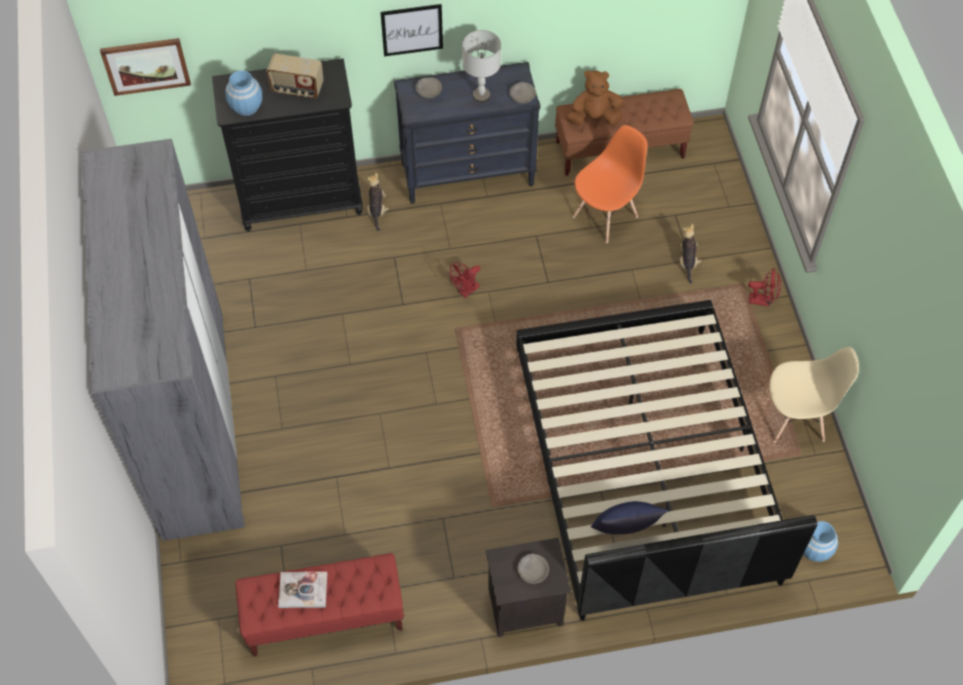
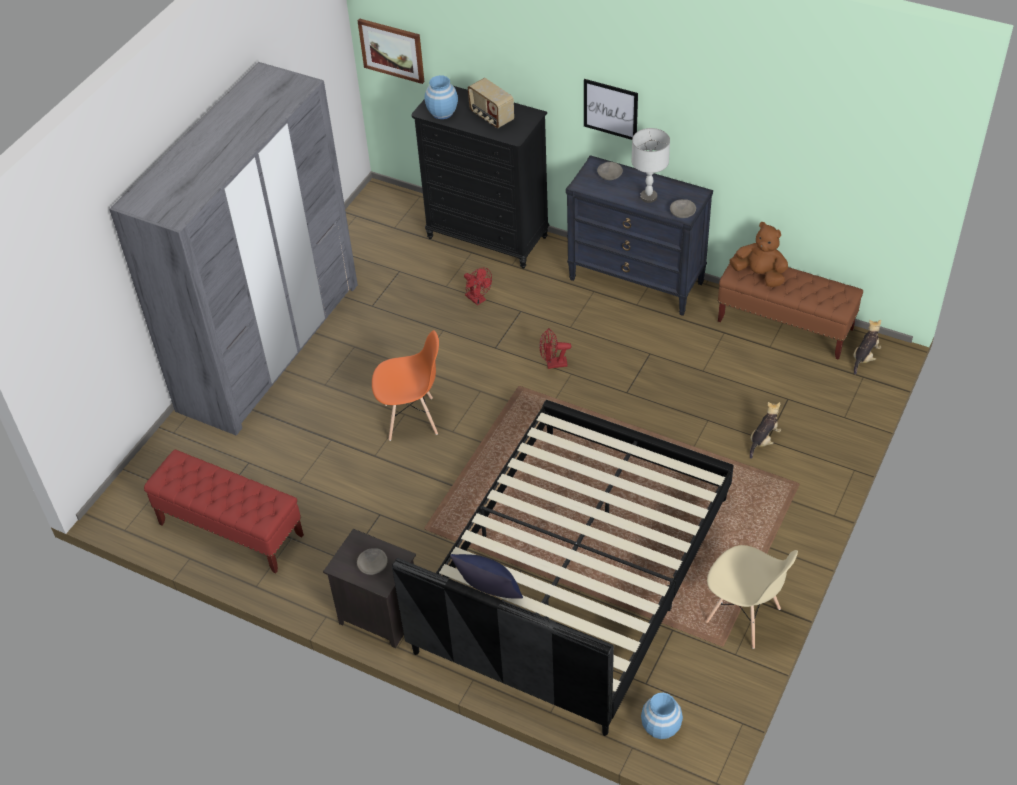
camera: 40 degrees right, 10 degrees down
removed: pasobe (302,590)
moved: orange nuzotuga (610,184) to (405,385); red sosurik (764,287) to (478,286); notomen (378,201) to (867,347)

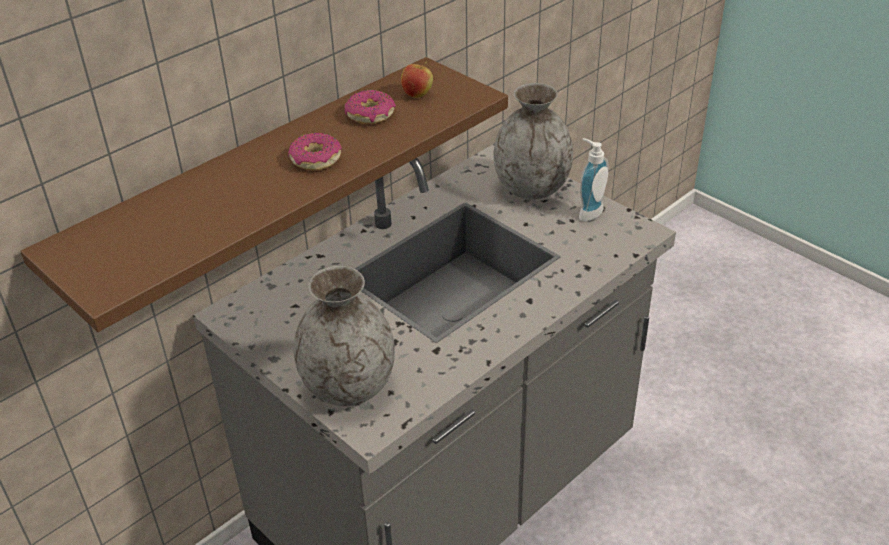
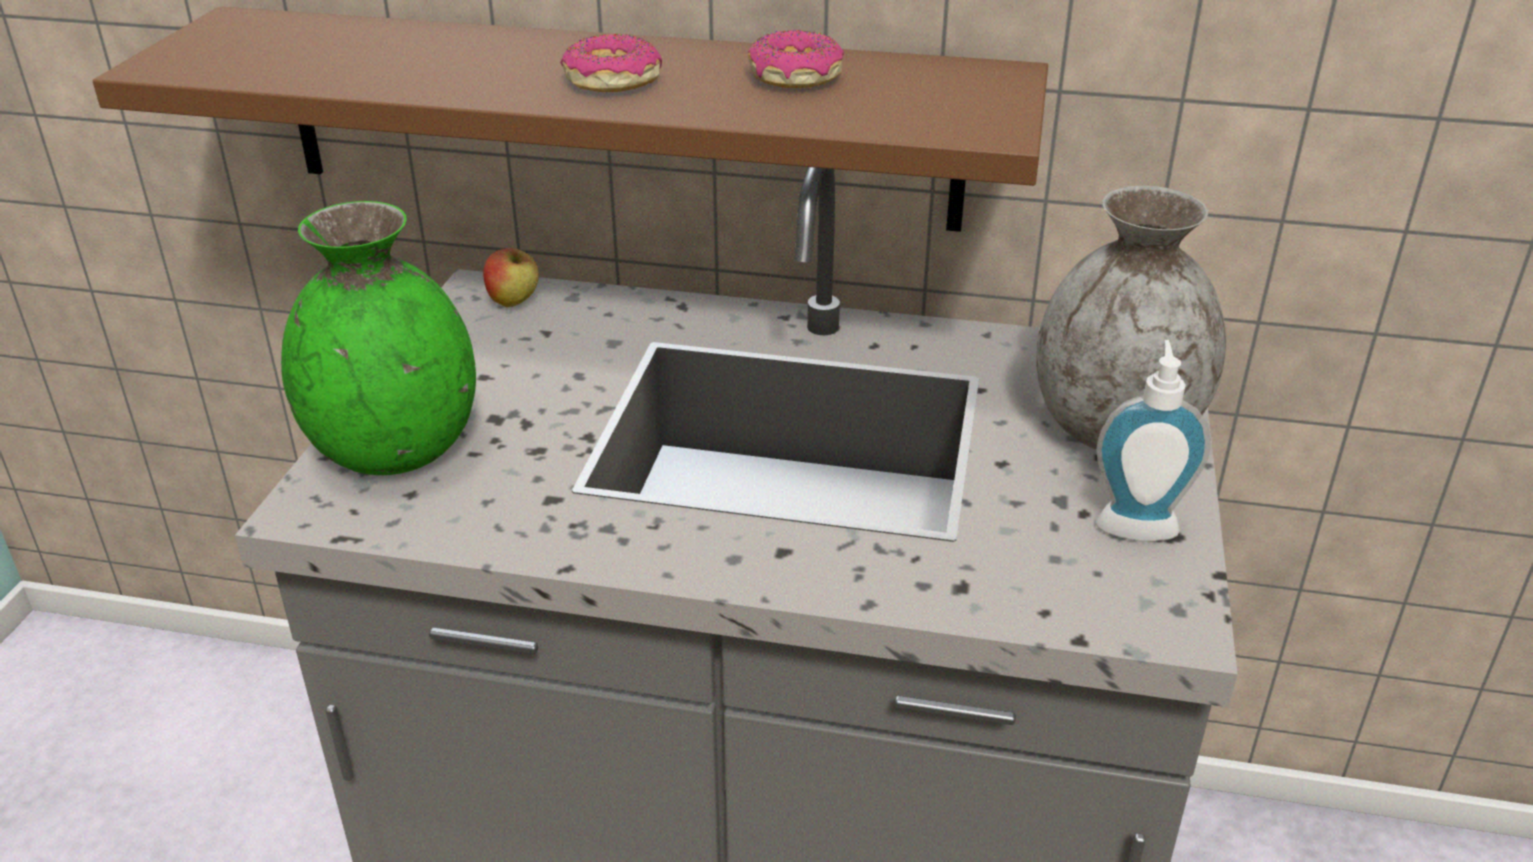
camera: 55 degrees right, 5 degrees down
moved: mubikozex (417,80) to (511,277)
recoloured: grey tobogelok (344,336) to green tobogelok (378,338)

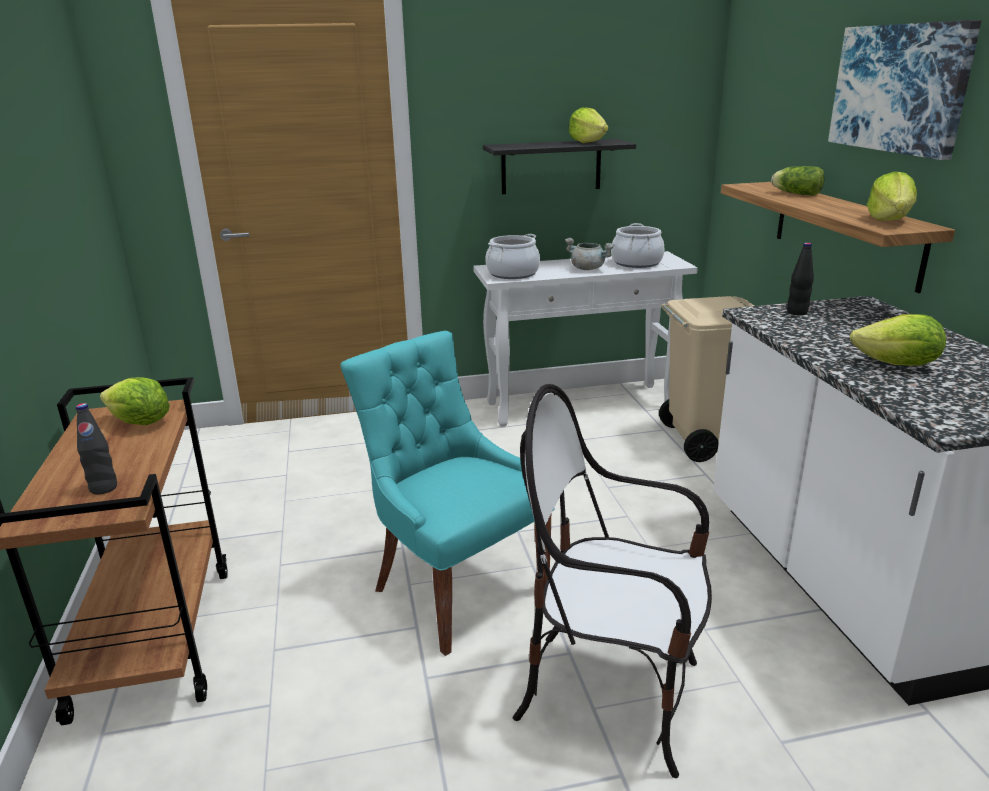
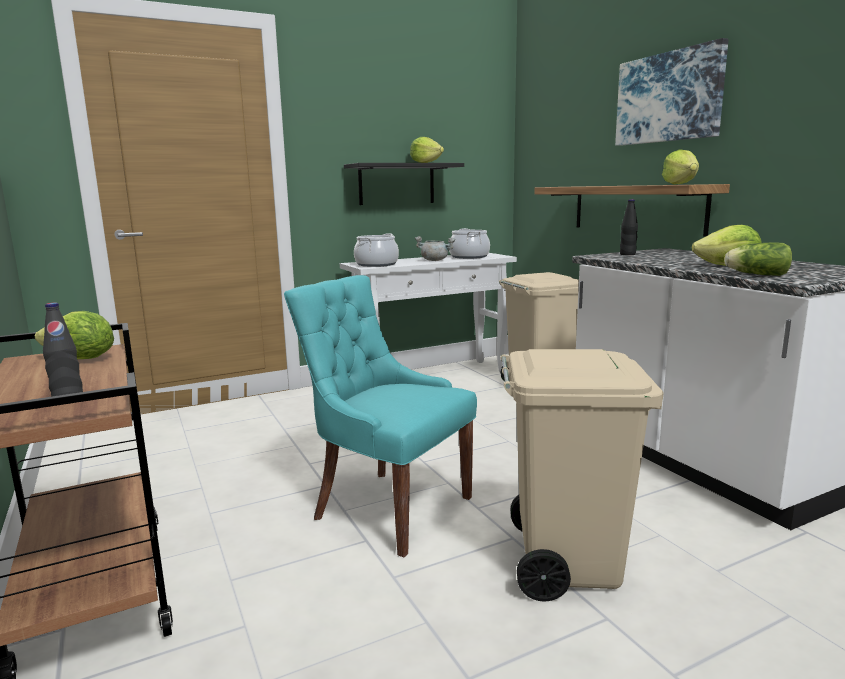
camera: 15 degrees left, 10 degrees down
moved: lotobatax (798,181) to (758,259)
replaced: nuzotuga (612,581) to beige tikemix (582,475)

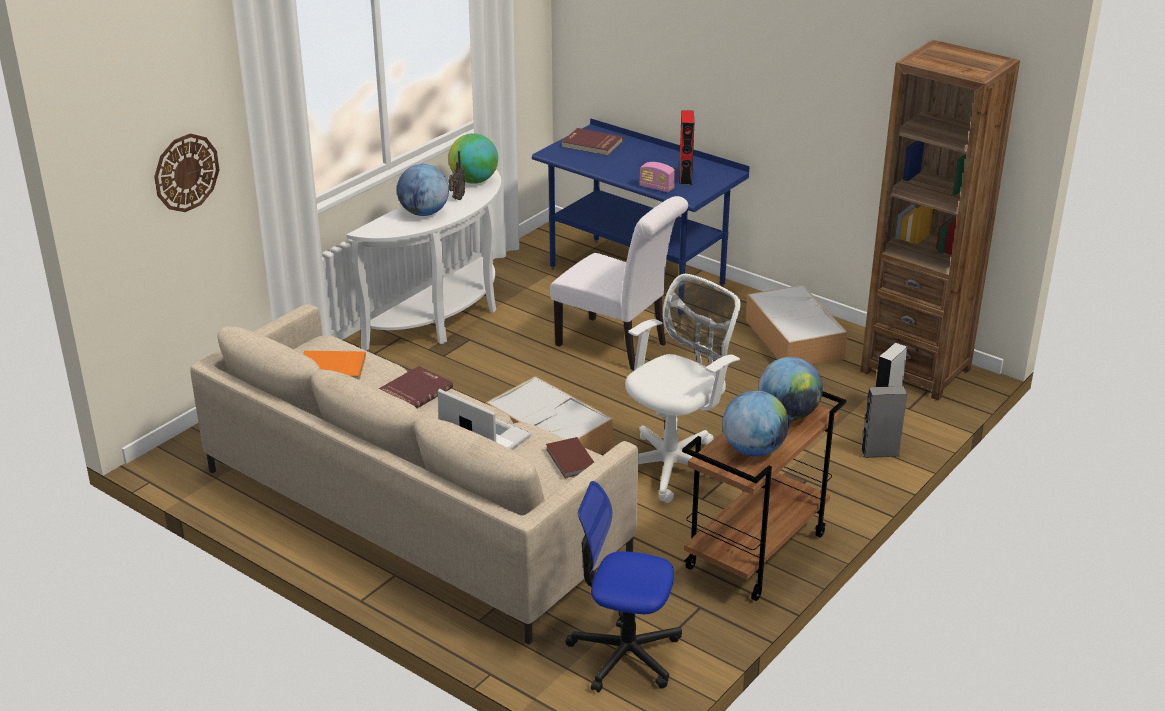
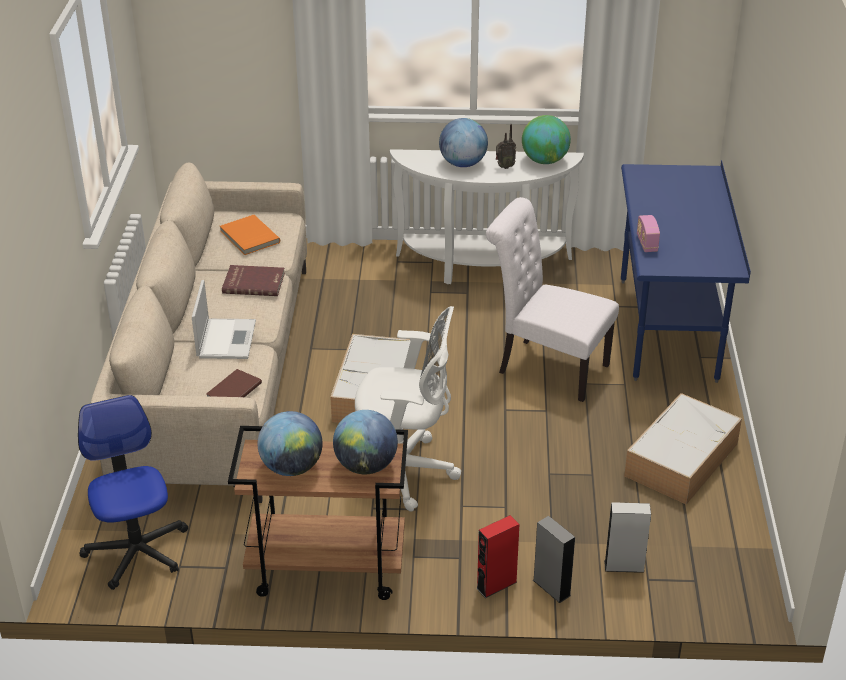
camera: 55 degrees right, 5 degrees up
removed: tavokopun (186,172); red pasobe (592,142); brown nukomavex (940,220)
moved: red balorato (686,147) to (497,556)
turned: white nuzotuga (619,283) = (552,299) 120 degrees clockwise

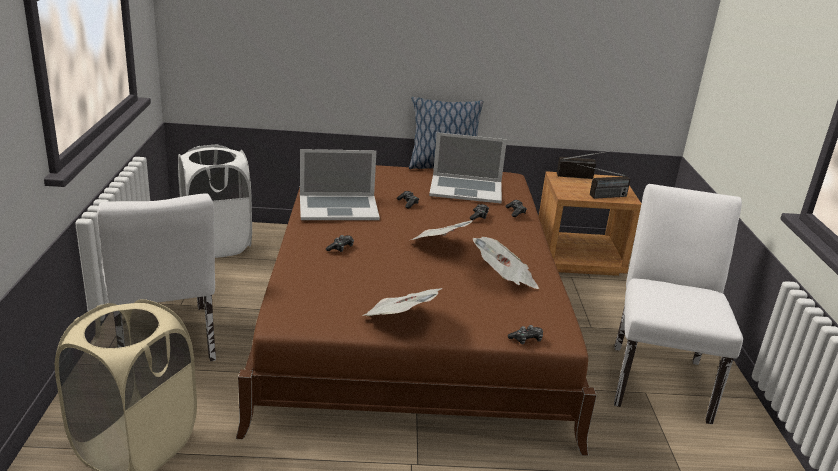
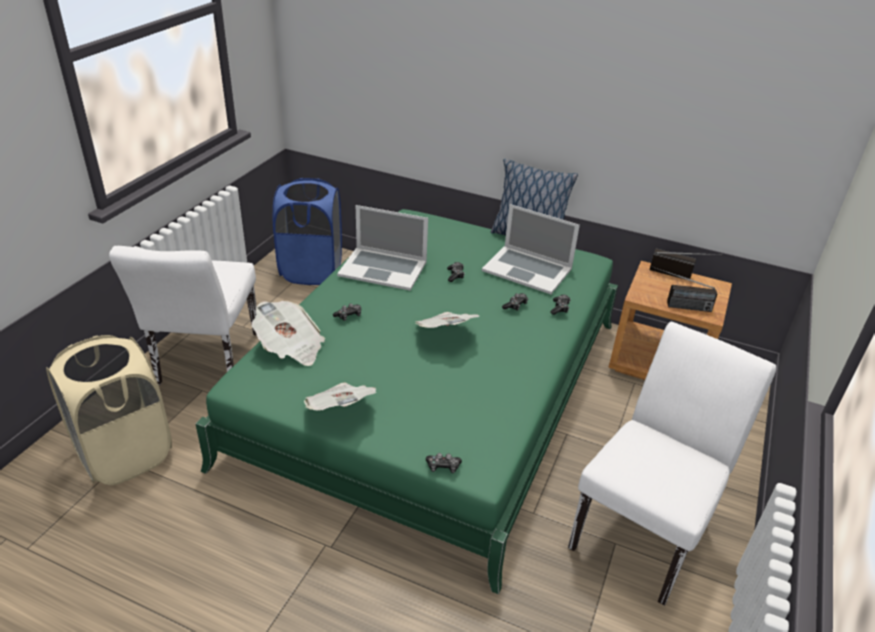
camera: 25 degrees right, 10 degrees up
moved: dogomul (506,263) to (288,333)
recoloured: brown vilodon (416,310) to green vilodon (407,401); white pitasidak (215,201) to blue pitasidak (307,231)

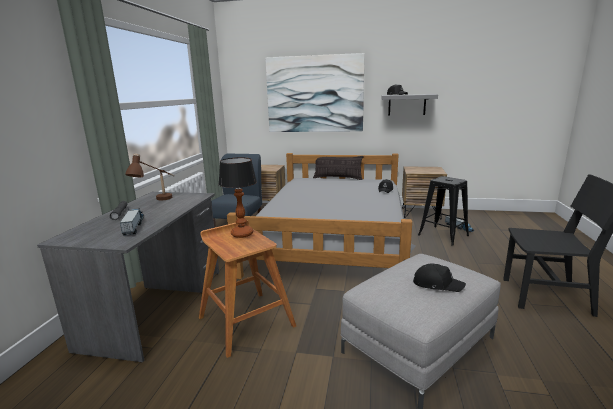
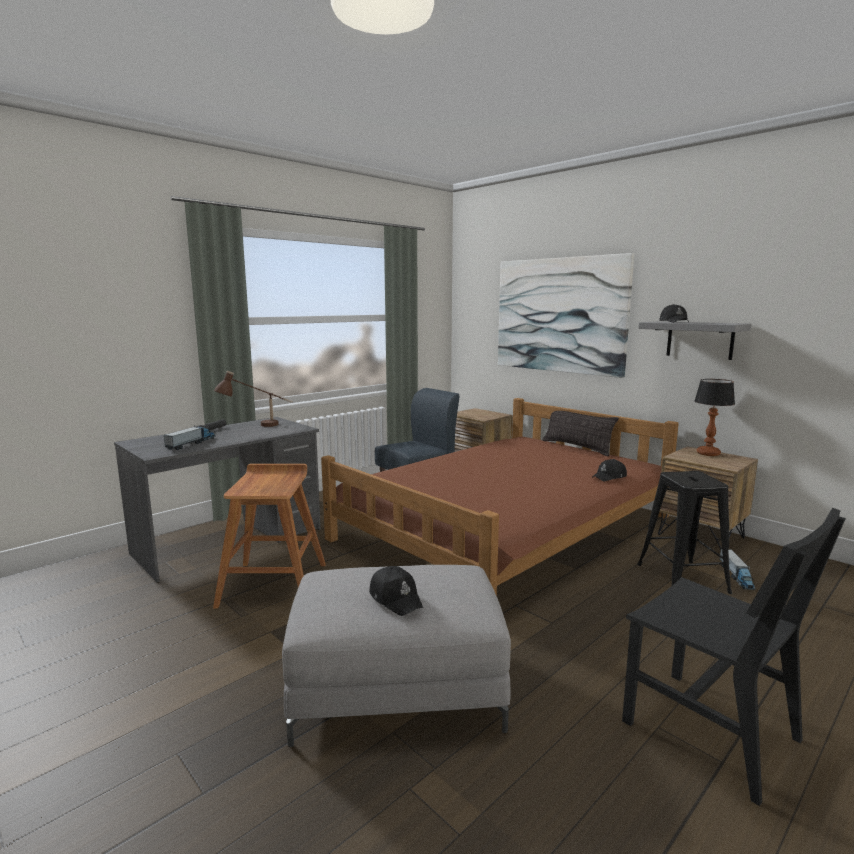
camera: 35 degrees right, 5 degrees down
moved: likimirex (237,197) to (714,417)
recoloured: grey vilodon (321,216) to brown vilodon (500,497)

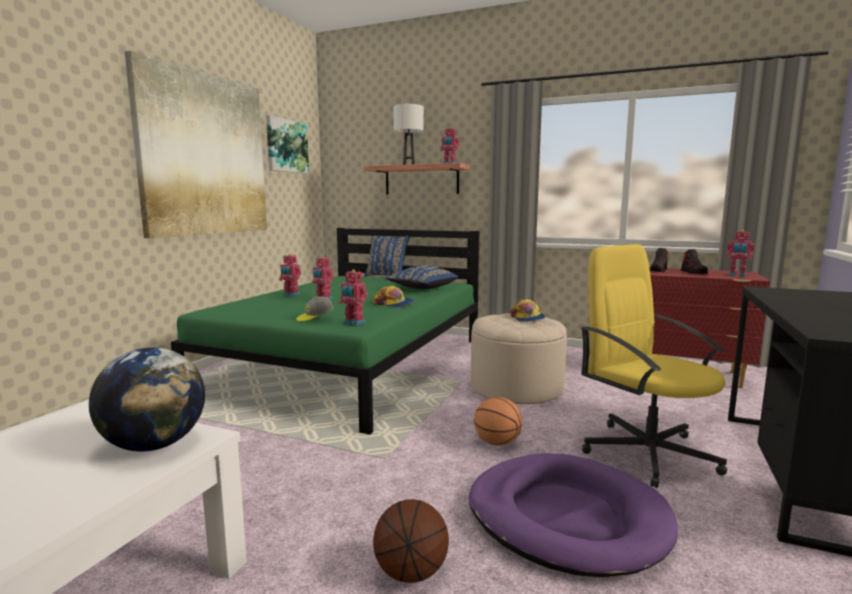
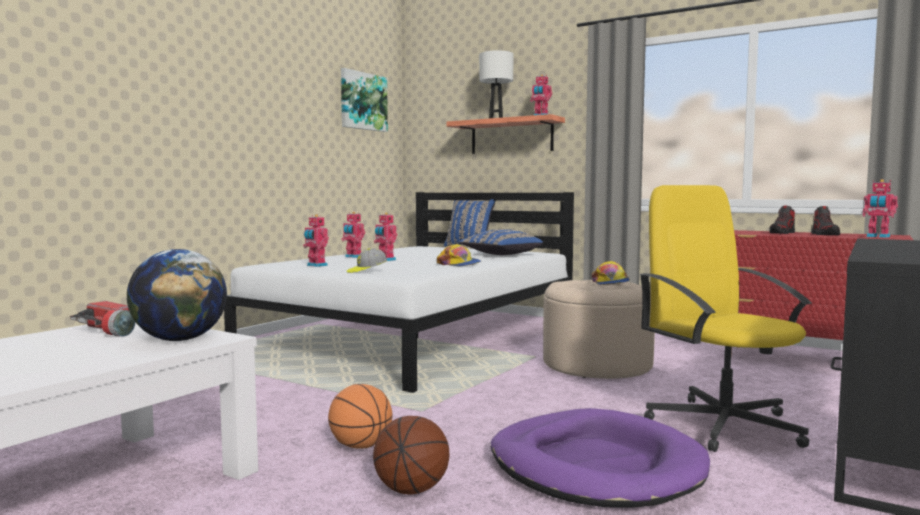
camera: 10 degrees right, 5 degrees down
removed: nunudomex (196,144)
added: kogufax (102,319)
moved: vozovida (353,297) to (316,240); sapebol (498,421) to (360,416)
recoloured: green vilodon (325,331) to white vilodon (399,292)

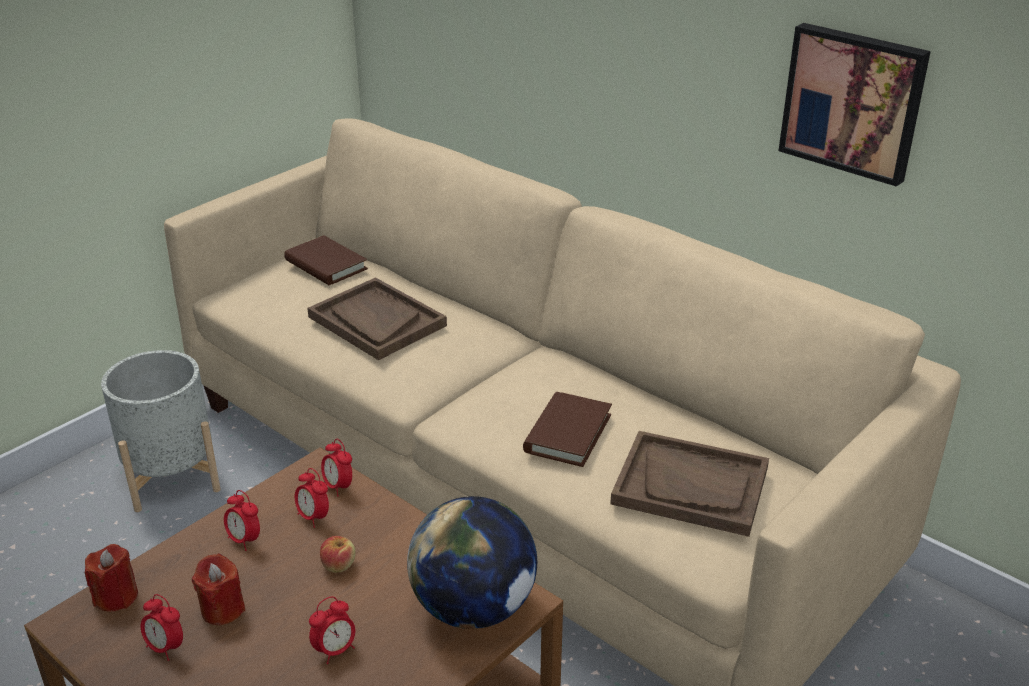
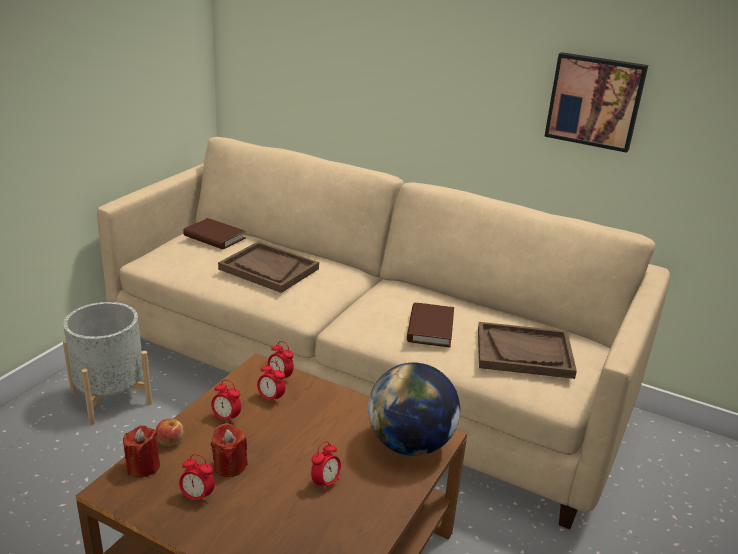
camera: 15 degrees left, 5 degrees down
moved: mubikozex (337,554) to (169,432)

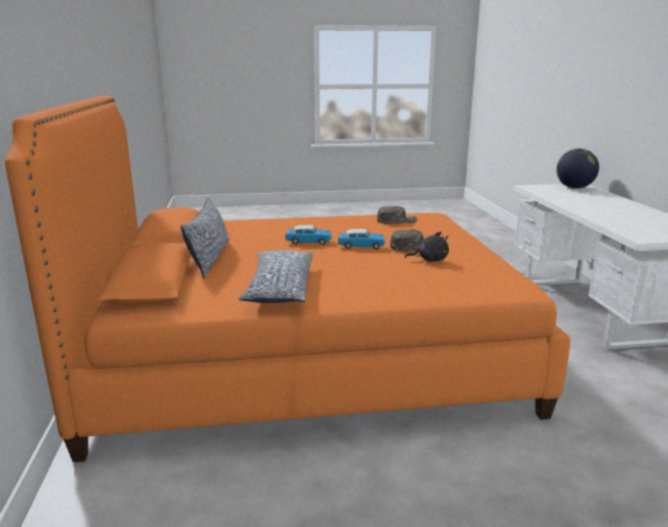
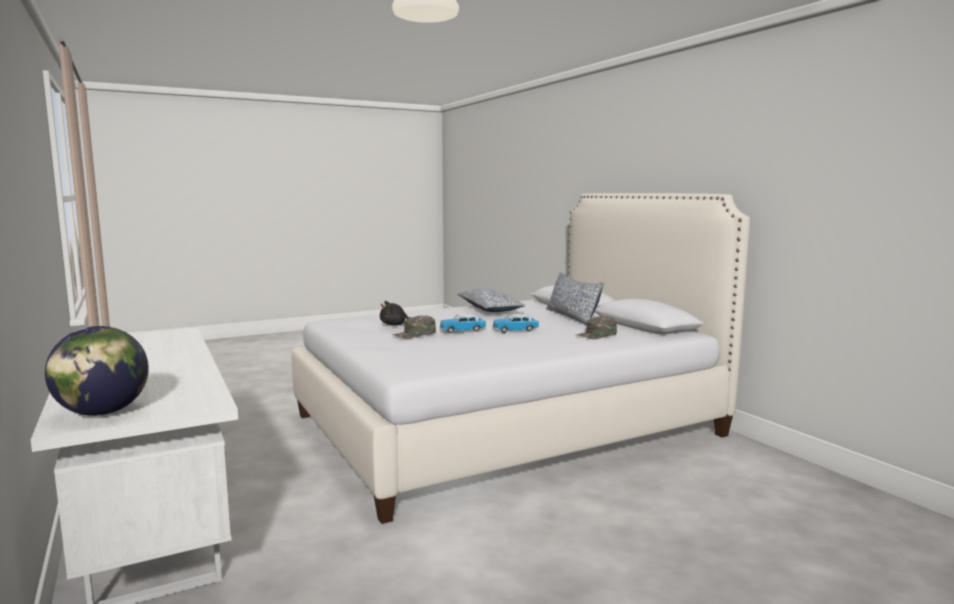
camera: 160 degrees right, 10 degrees down
moved: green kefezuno (397,215) to (597,327)
recoloured: orange vilodon (287,279) to white vilodon (521,358)

